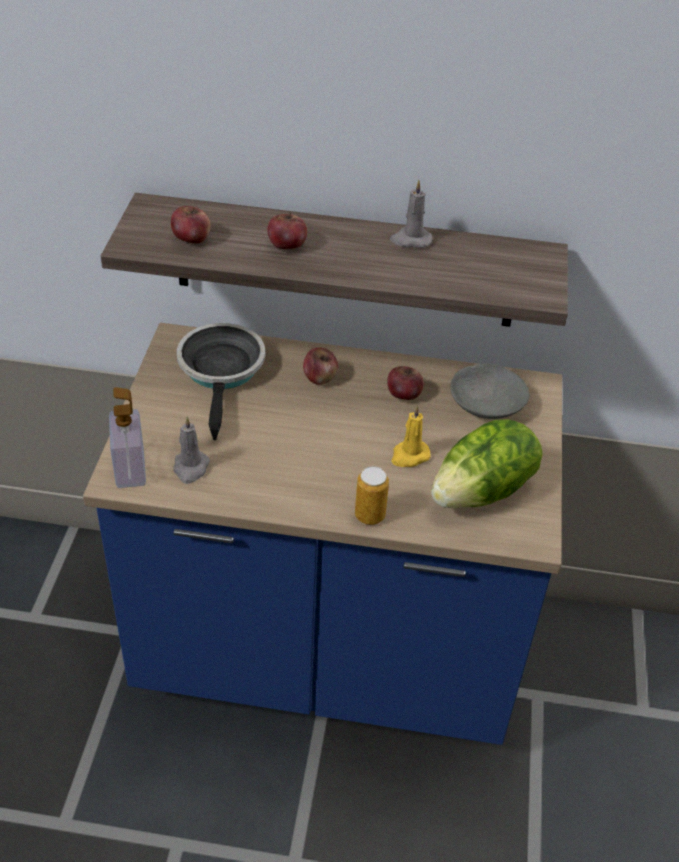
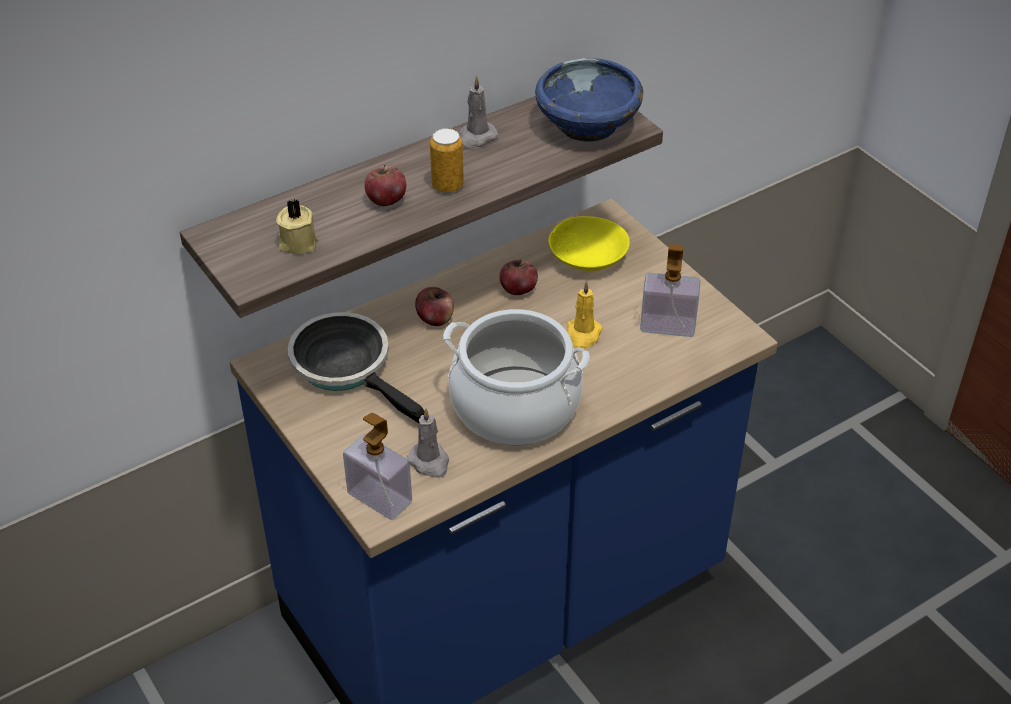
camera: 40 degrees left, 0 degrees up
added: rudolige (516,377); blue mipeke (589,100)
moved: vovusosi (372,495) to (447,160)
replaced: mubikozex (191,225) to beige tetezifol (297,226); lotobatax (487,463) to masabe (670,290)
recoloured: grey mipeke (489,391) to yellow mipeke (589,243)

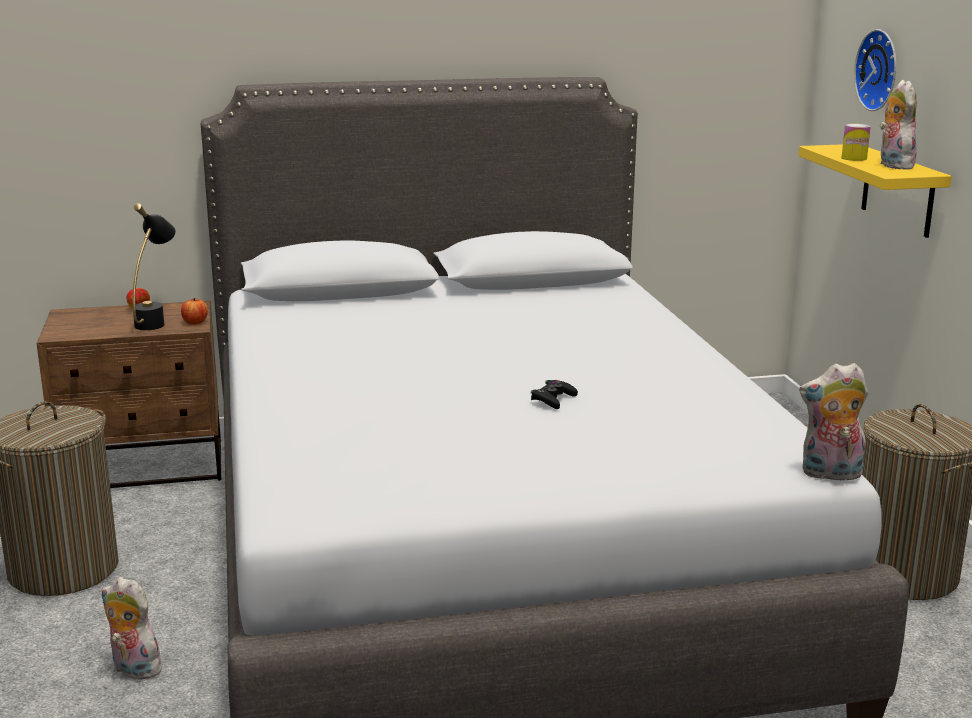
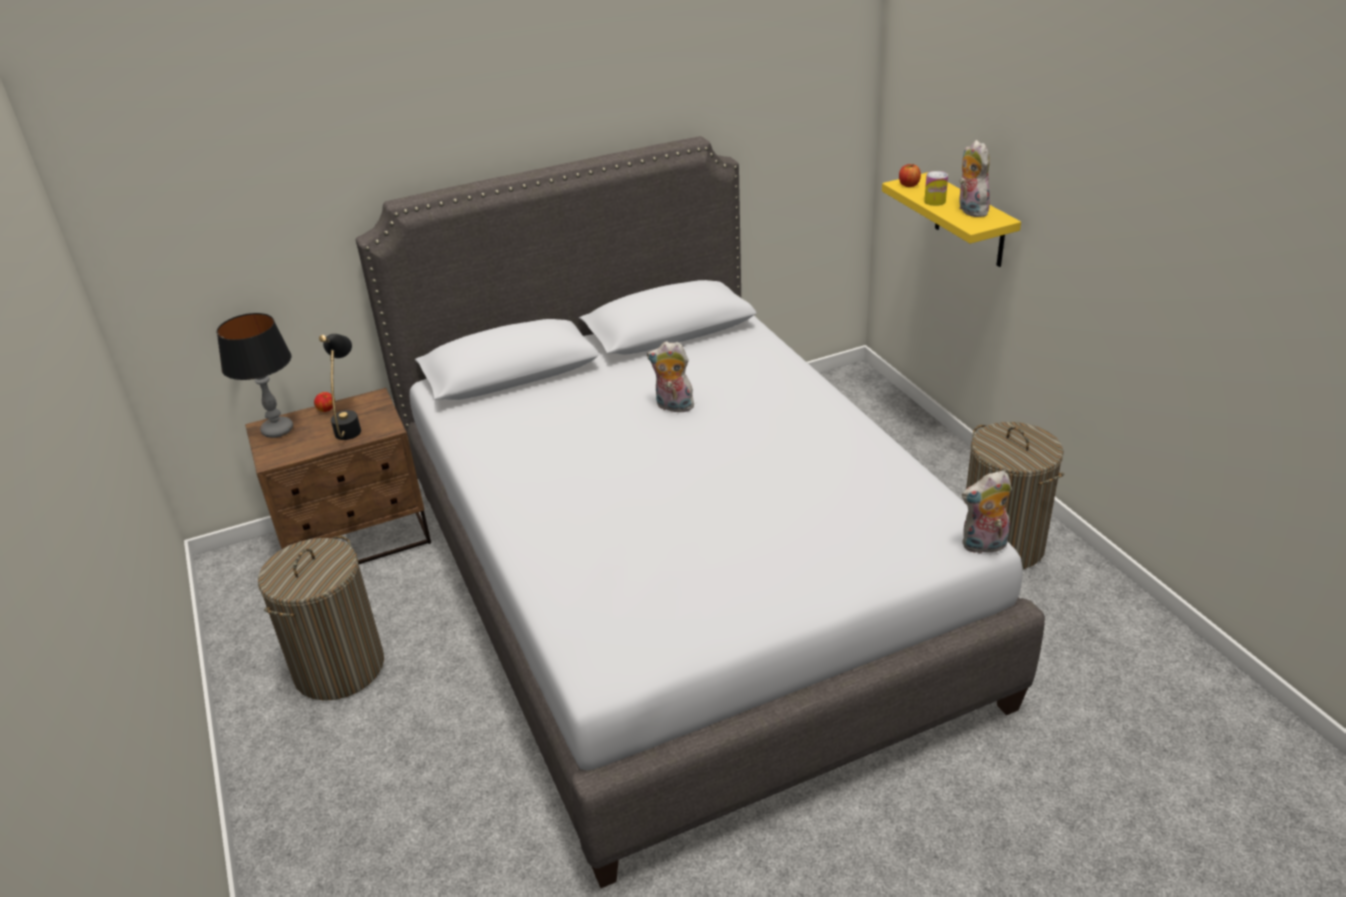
camera: 10 degrees left, 15 degrees up
removed: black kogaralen (554,394); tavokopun (875,70)
added: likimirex (255,375)
moved: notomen (132,628) to (670,376); mubikozex (194,311) to (910,175)

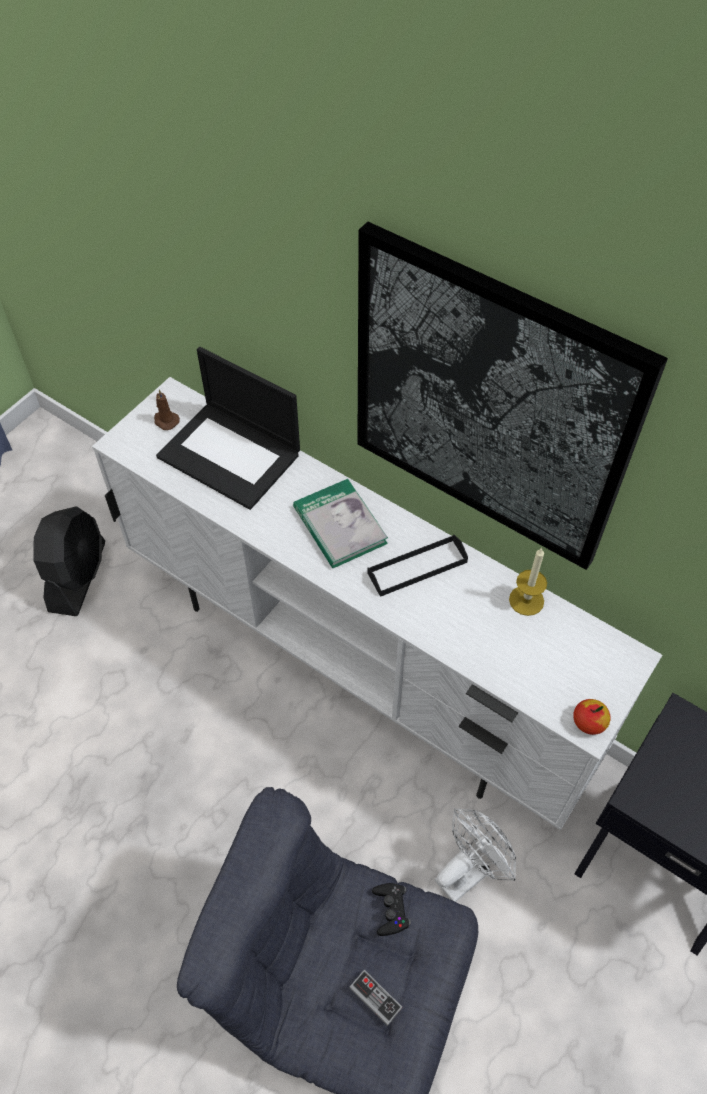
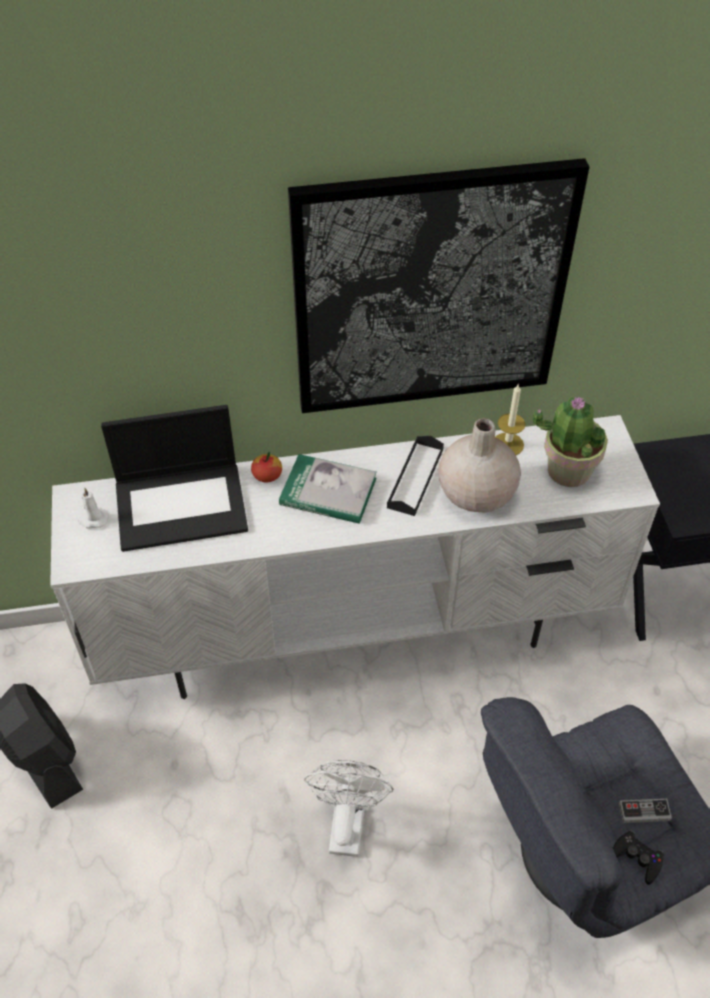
camera: 45 degrees left, 5 degrees down
added: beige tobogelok (479,465); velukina (570,442)
moved: mubikozex (592,717) to (266,467); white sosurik (475,855) to (348,808); black kogaralen (391,909) to (638,857)
recoloured: brown tetezifol (167,410) to white tetezifol (93,508)

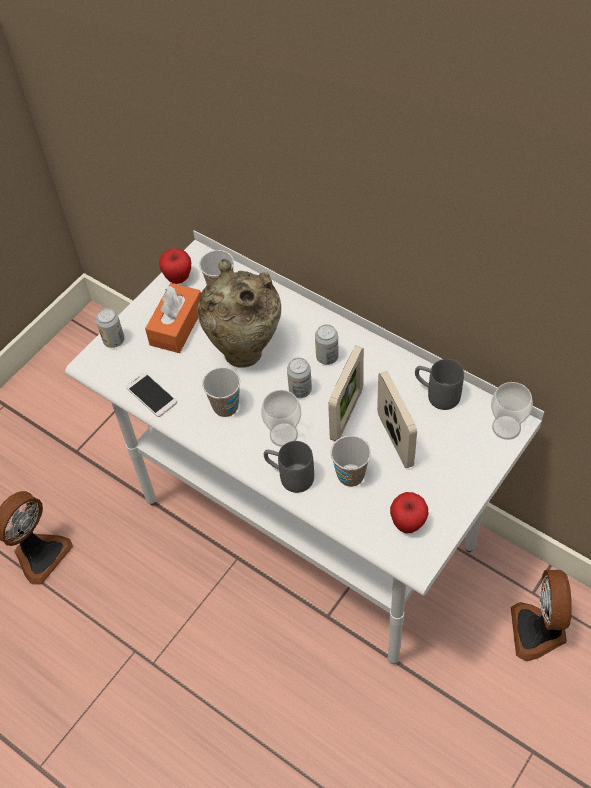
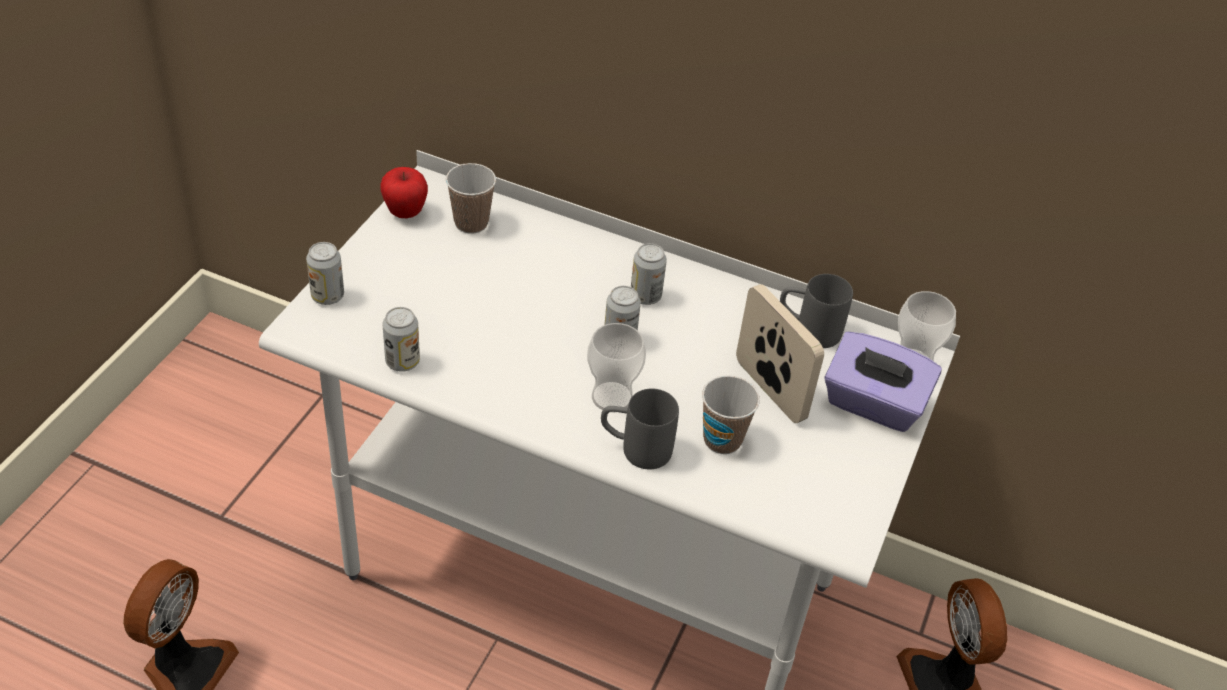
camera: 20 degrees left, 10 degrees down
removed: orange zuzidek (173,318); beige tobogelok (239,313); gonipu (221,392); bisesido (346,393); mubikozex (409,512)
added: purple zuzidek (883,382)
replaced: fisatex (151,394) to vovusosi (401,339)

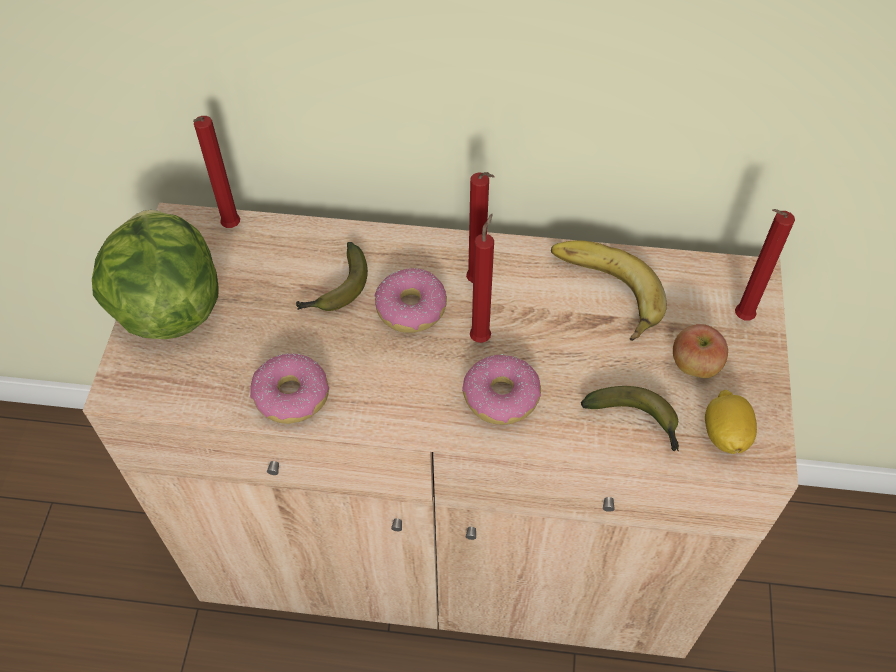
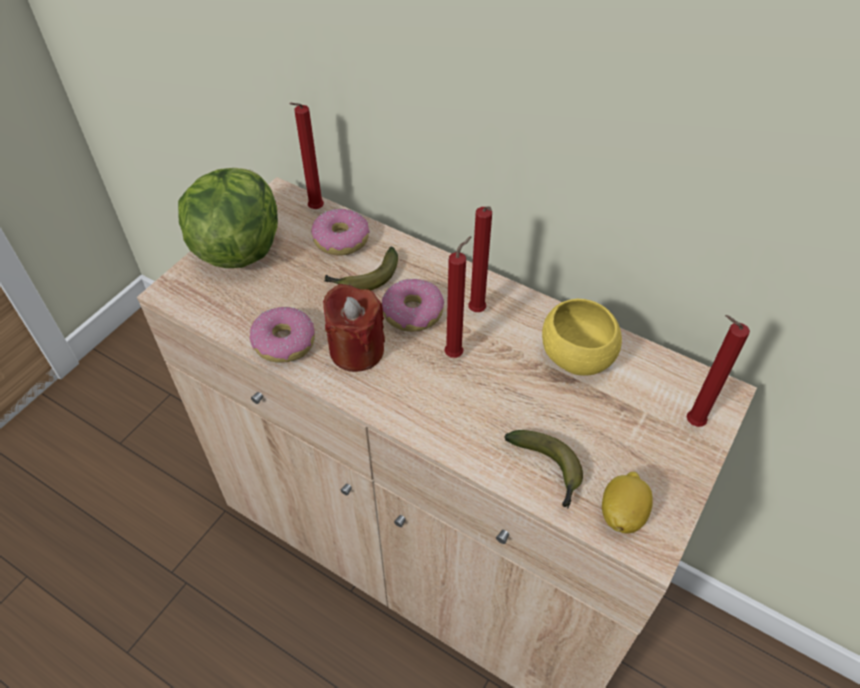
camera: 25 degrees right, 5 degrees down
removed: mubikozex (700,351)
added: red tetezifol (354,328)
moved: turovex (501,389) to (340,232)
replaced: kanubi (609,291) to yellow mipeke (582,337)

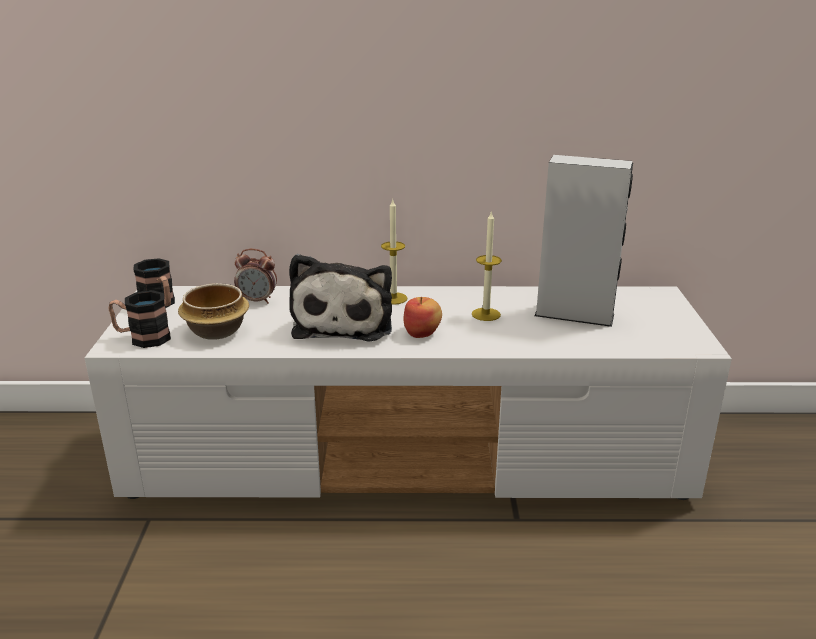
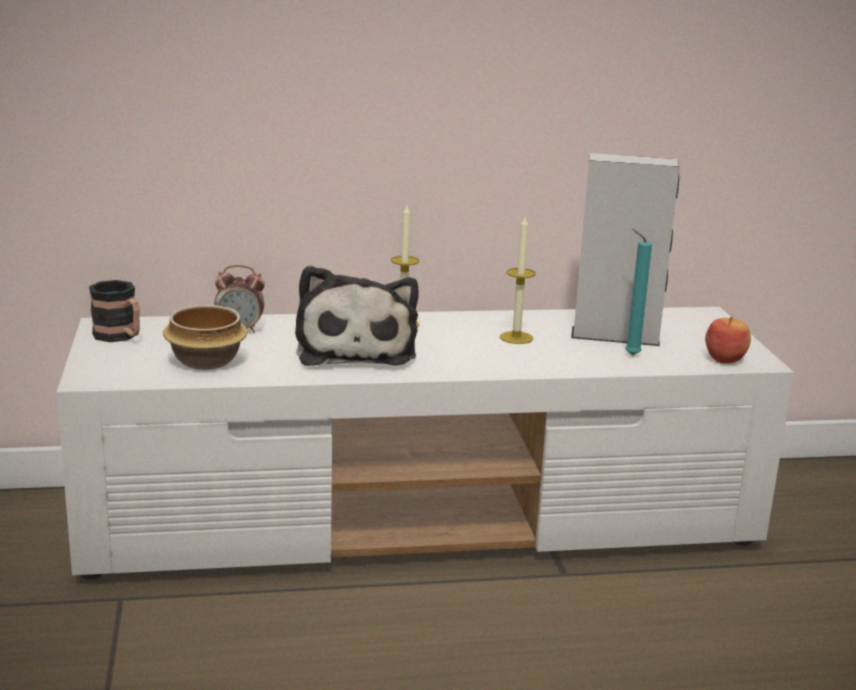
camera: 10 degrees left, 5 degrees down
removed: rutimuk (139,319)
added: turquoise tetezifol (638,292)
moved: mubikozex (422,317) to (728,340)

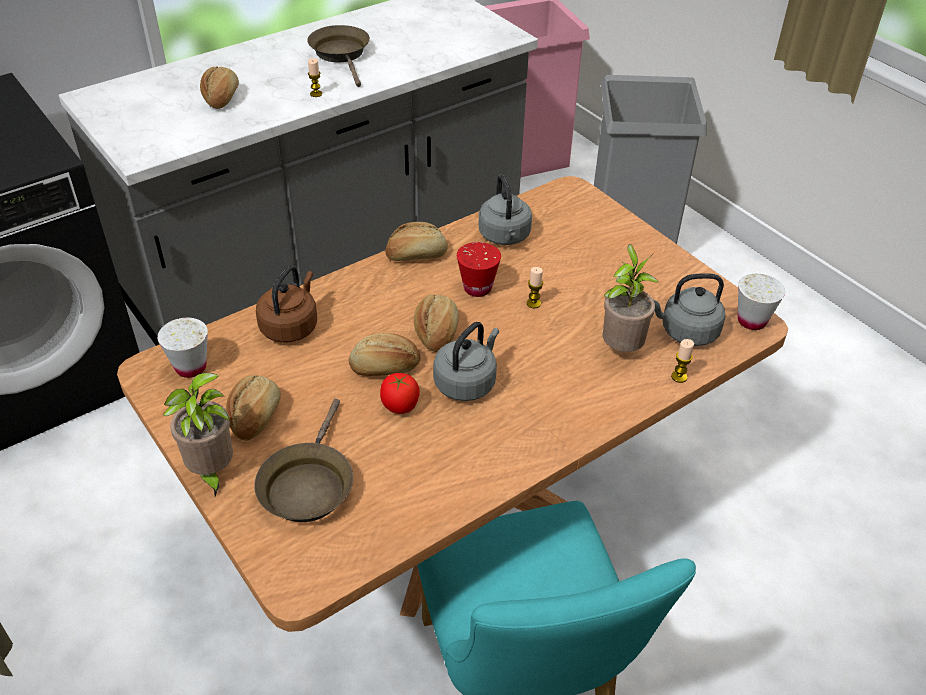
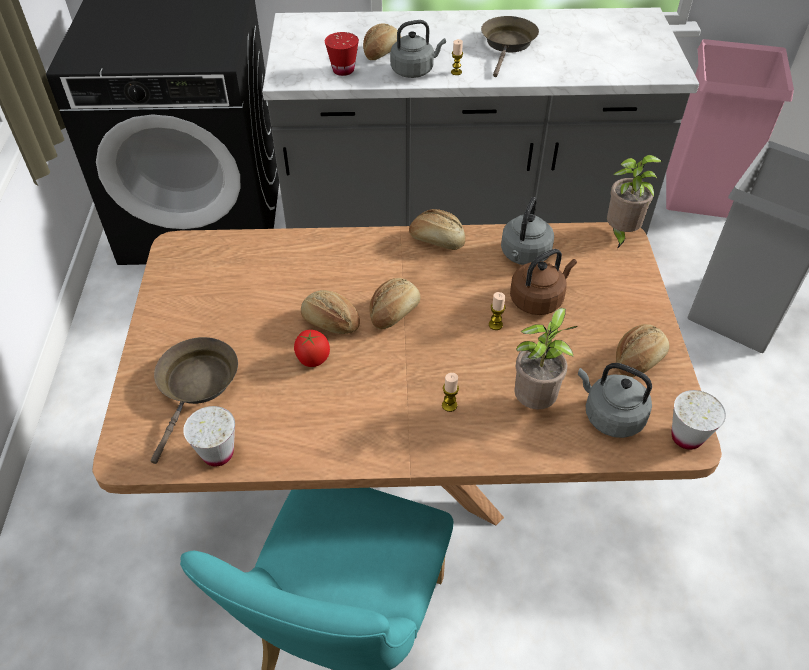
camera: 35 degrees right, 5 degrees up
moved: white gonipu (182,348) to (209,436); red gonipu (479,269) to (342,54); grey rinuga (466,361) to (418,49); tetezifol (682,361) to (450,392); brown rinuga (286,304) to (543,282); velukina (198,435) to (634,202); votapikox (253,408) to (643,350)
turned: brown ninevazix (303,460) = (194,400) 150 degrees clockwise

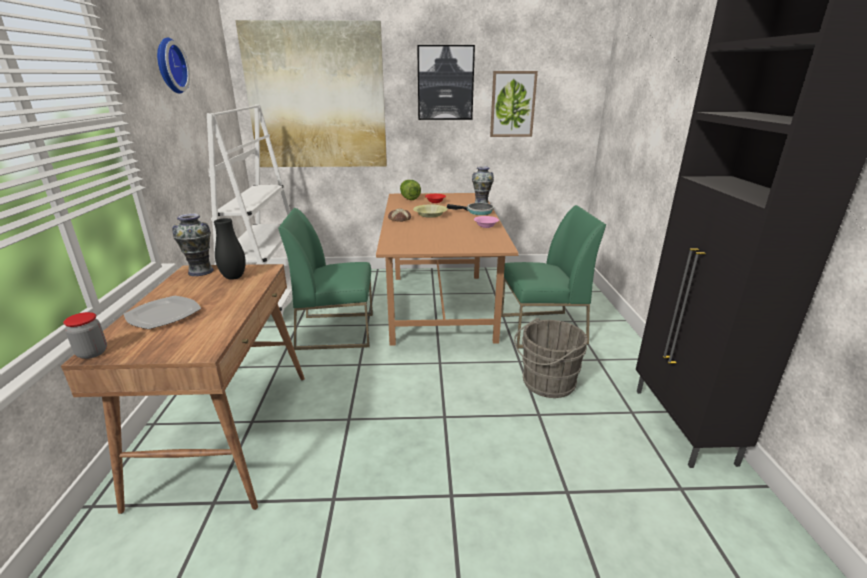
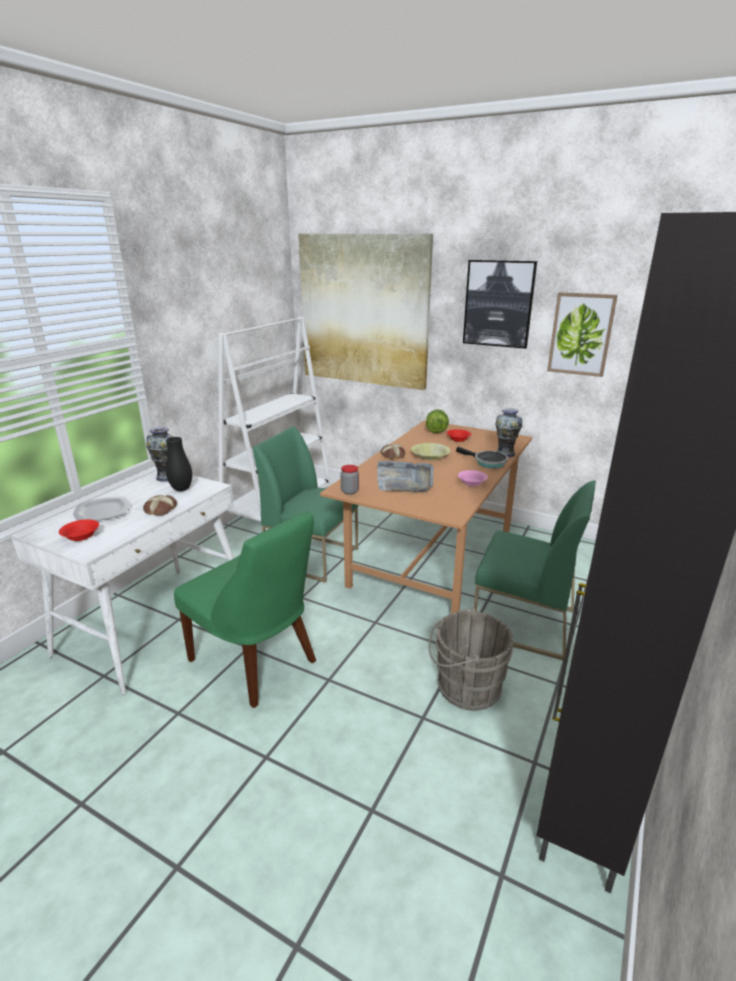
camera: 30 degrees right, 0 degrees up
removed: tavokopun (173,65)
added: red mipeke (79,530); votapikox (160,505); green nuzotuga (245,609); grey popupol (405,477)
moved: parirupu (85,335) to (350,480)
recoloured: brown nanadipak (183,389) to white nanadipak (122,583)

